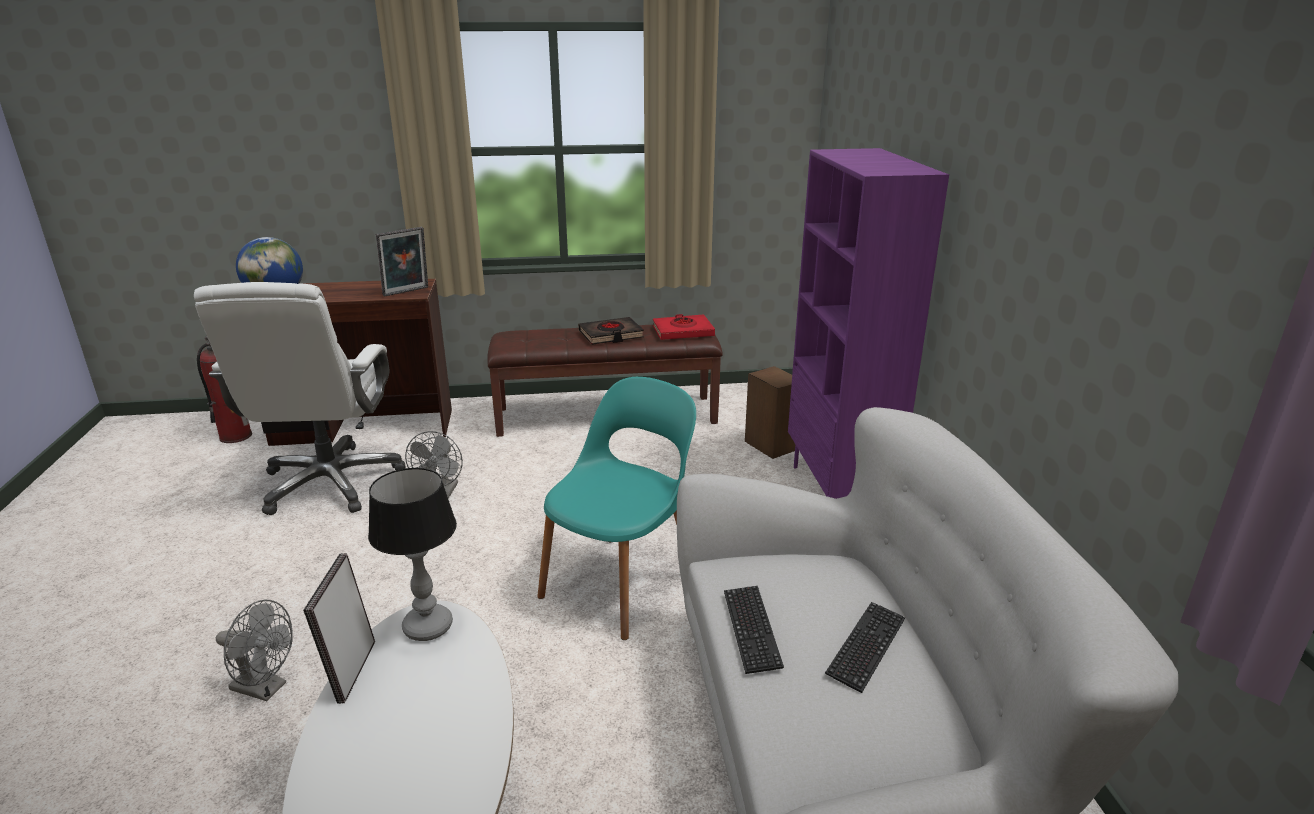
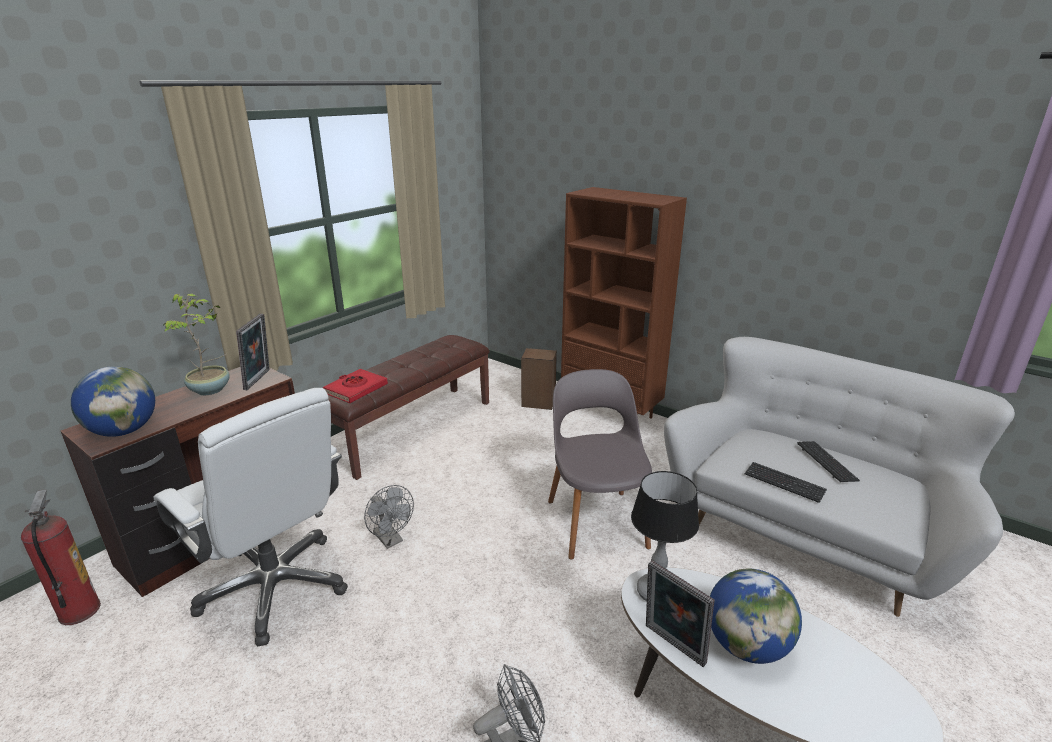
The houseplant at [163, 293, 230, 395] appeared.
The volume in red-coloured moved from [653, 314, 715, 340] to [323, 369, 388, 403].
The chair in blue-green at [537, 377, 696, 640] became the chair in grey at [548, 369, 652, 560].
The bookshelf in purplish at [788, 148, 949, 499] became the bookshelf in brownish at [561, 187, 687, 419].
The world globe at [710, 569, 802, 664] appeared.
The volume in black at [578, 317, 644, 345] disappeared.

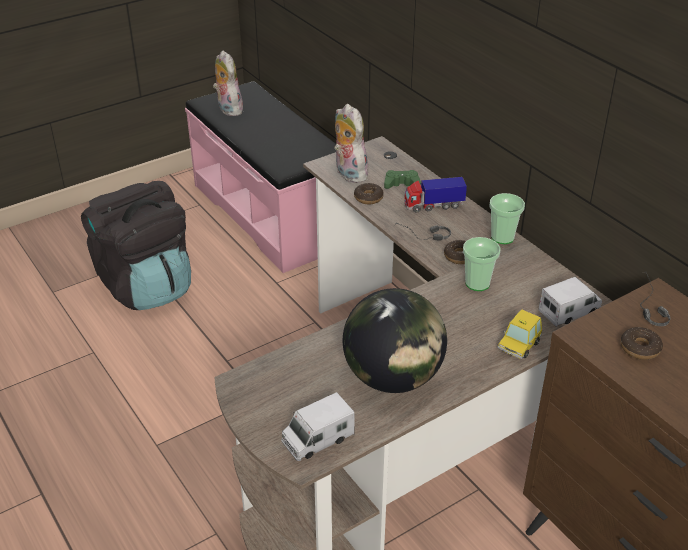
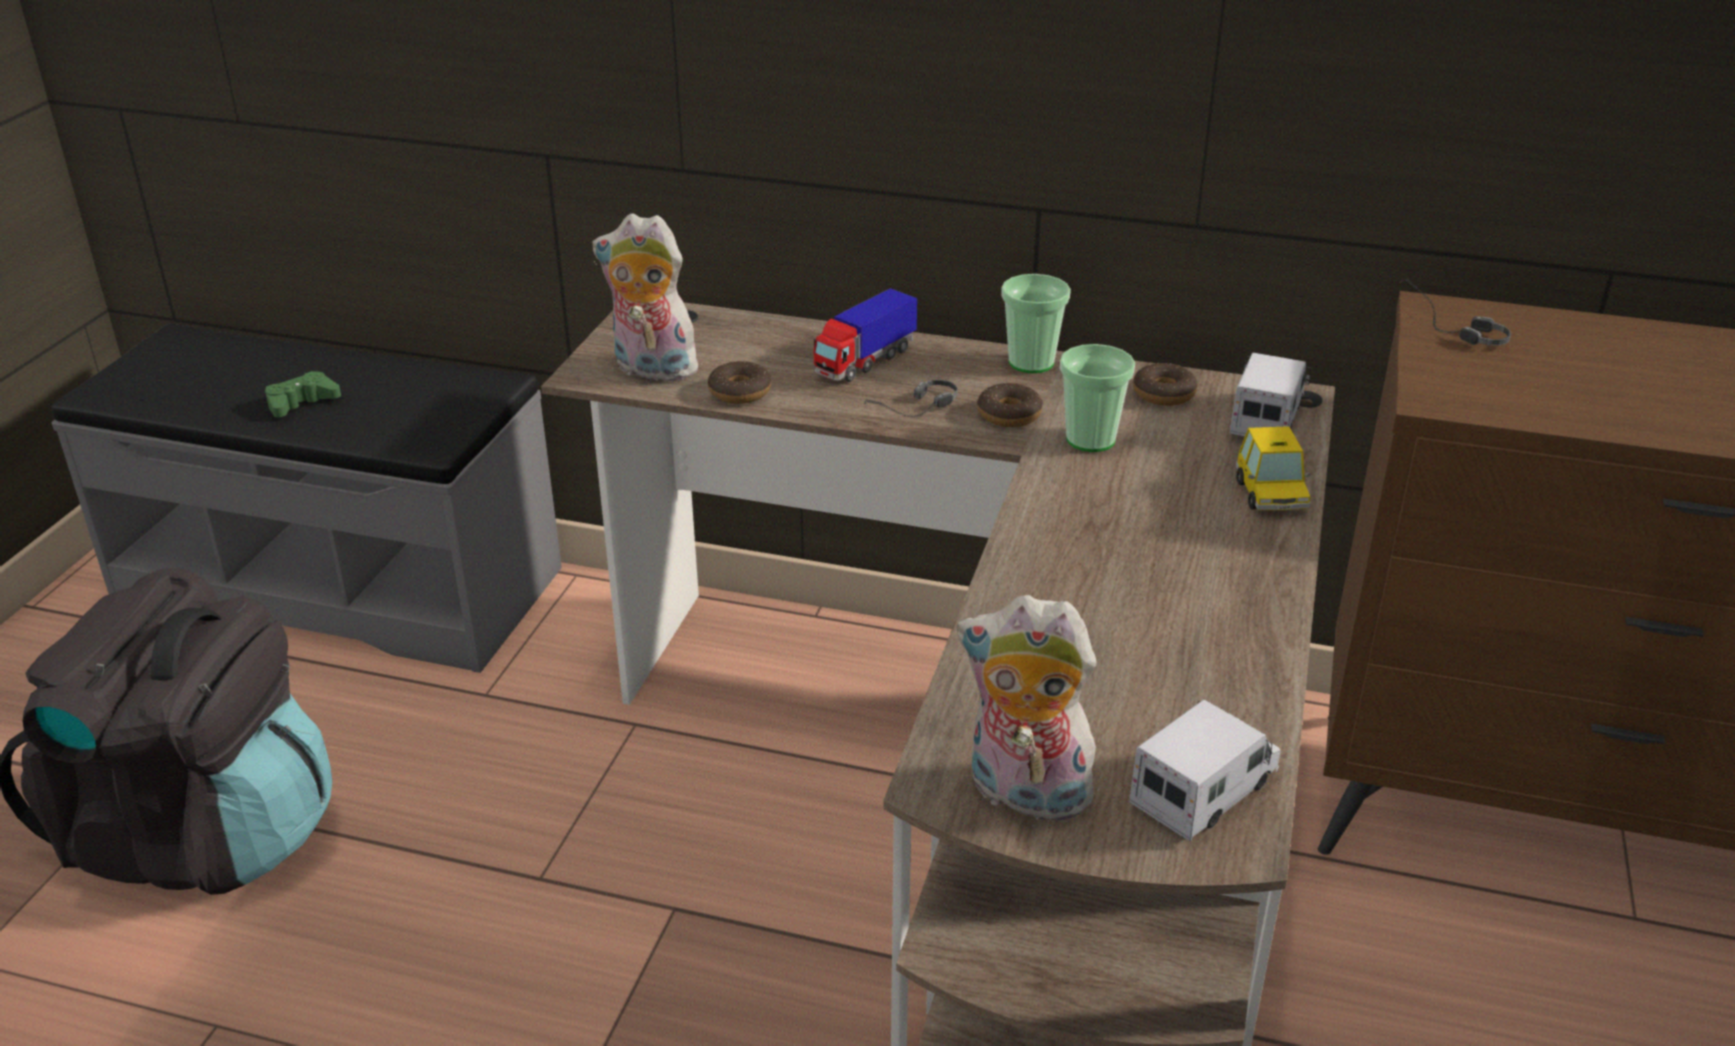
The indoor bench in pinkish at [185, 81, 336, 273] became the indoor bench in grey at [51, 323, 562, 673].
The game controller in green moved from [384, 170, 421, 189] to [265, 371, 341, 417].
The soft toy moved from [213, 50, 243, 116] to [957, 595, 1101, 826].
The toy lorry at [281, 392, 355, 461] turned 150 degrees counterclockwise.
The donut moved from [621, 327, 663, 360] to [1133, 363, 1198, 406].
The world globe at [343, 288, 447, 393] disappeared.

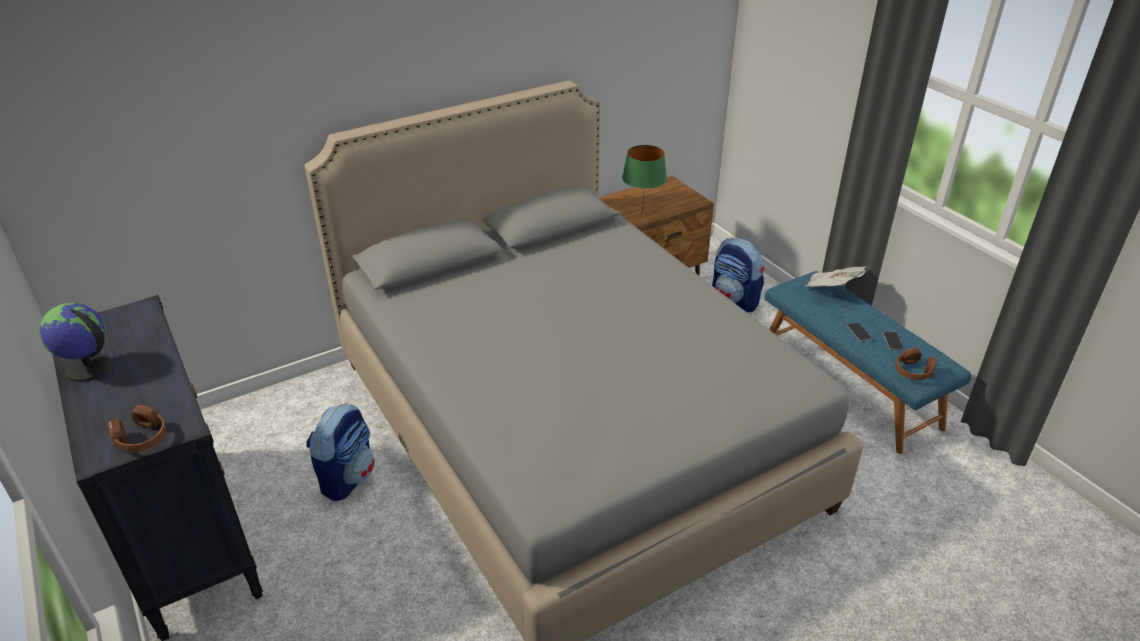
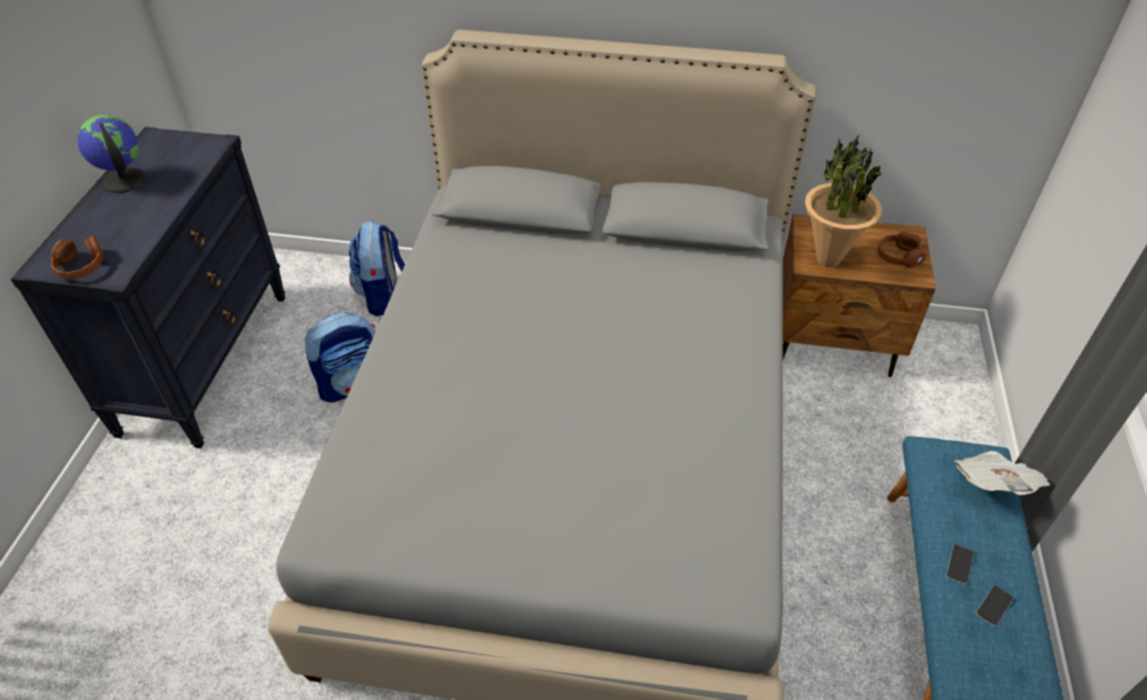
The knapsack moved from [712, 238, 765, 312] to [349, 220, 405, 316].
The lamp for a table in green at [622, 145, 667, 214] was replaced by the houseplant at [805, 134, 882, 267].
The headset in brownish moved from [895, 348, 937, 380] to [877, 232, 927, 268].

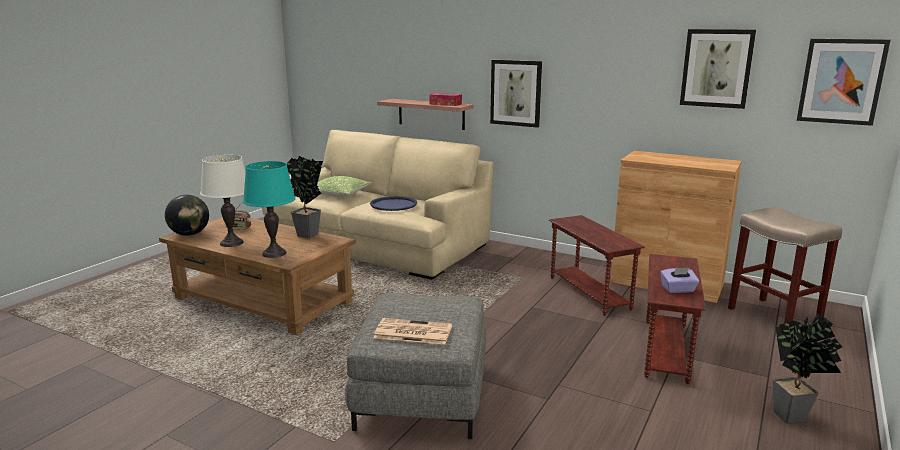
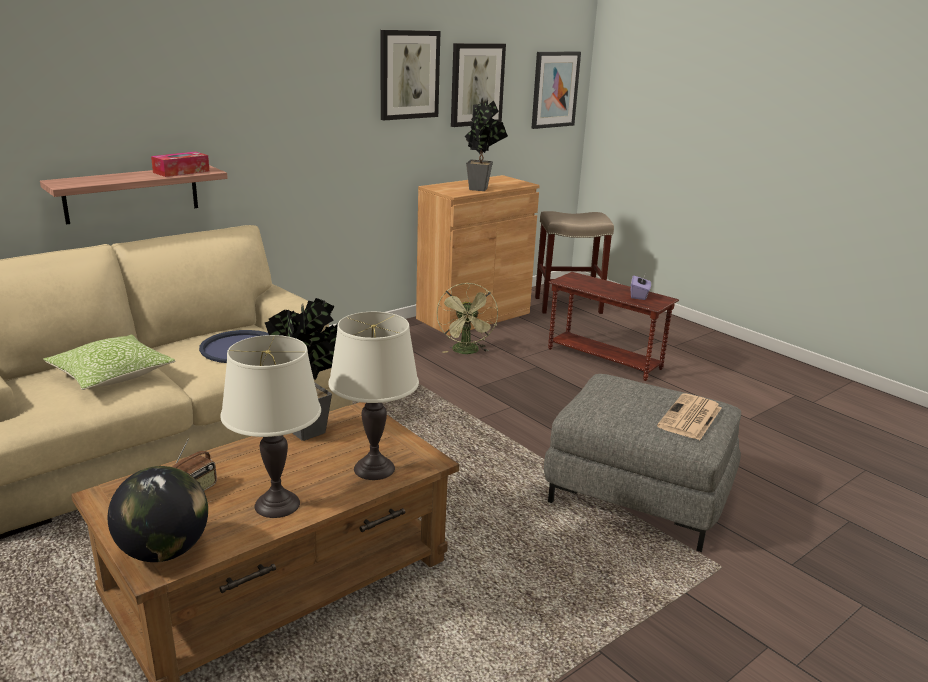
The lamp for a table in blue-green at [243, 161, 296, 258] became the lamp for a table in white at [328, 312, 419, 480].
The wall art moved from [490, 60, 542, 128] to [381, 30, 440, 120].
The end table in brownish at [549, 215, 645, 316] was replaced by the cooling fan in green at [436, 283, 498, 354].
The houseplant moved from [773, 314, 842, 424] to [464, 100, 508, 191].

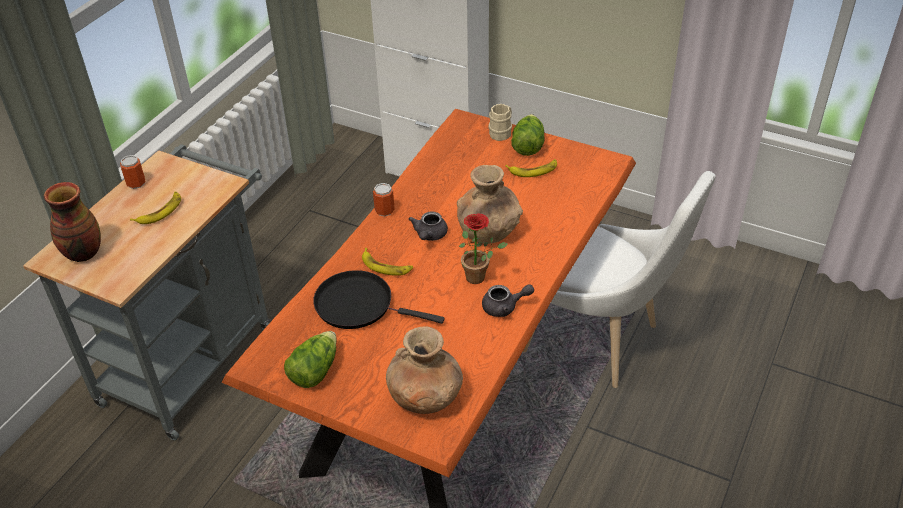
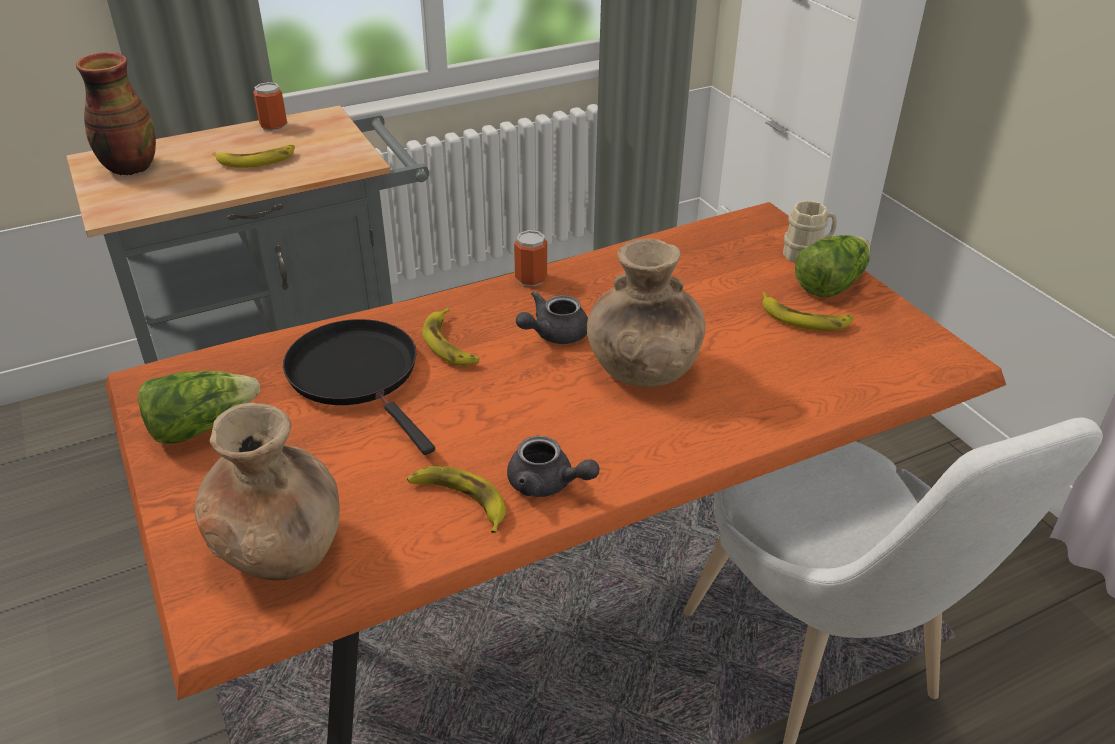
The banana at [407, 465, 506, 533] appeared.
The houseplant at [459, 213, 508, 284] disappeared.

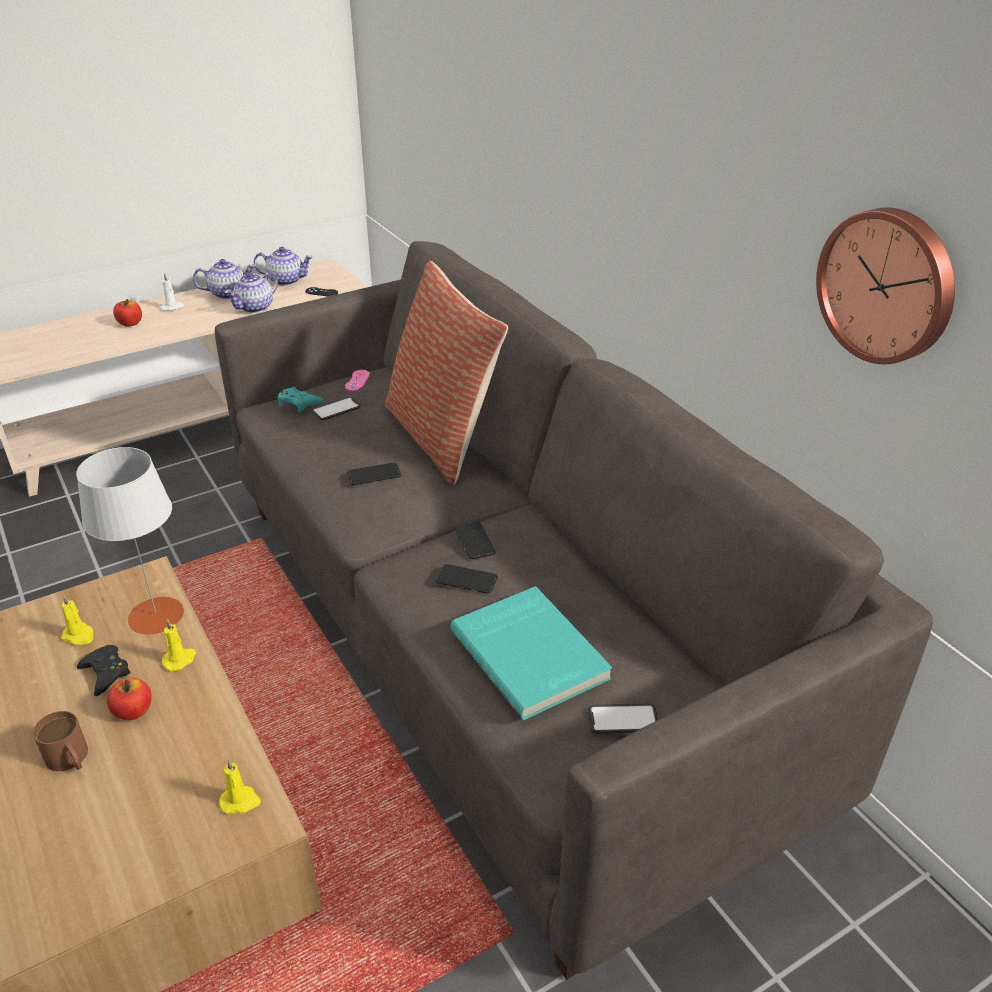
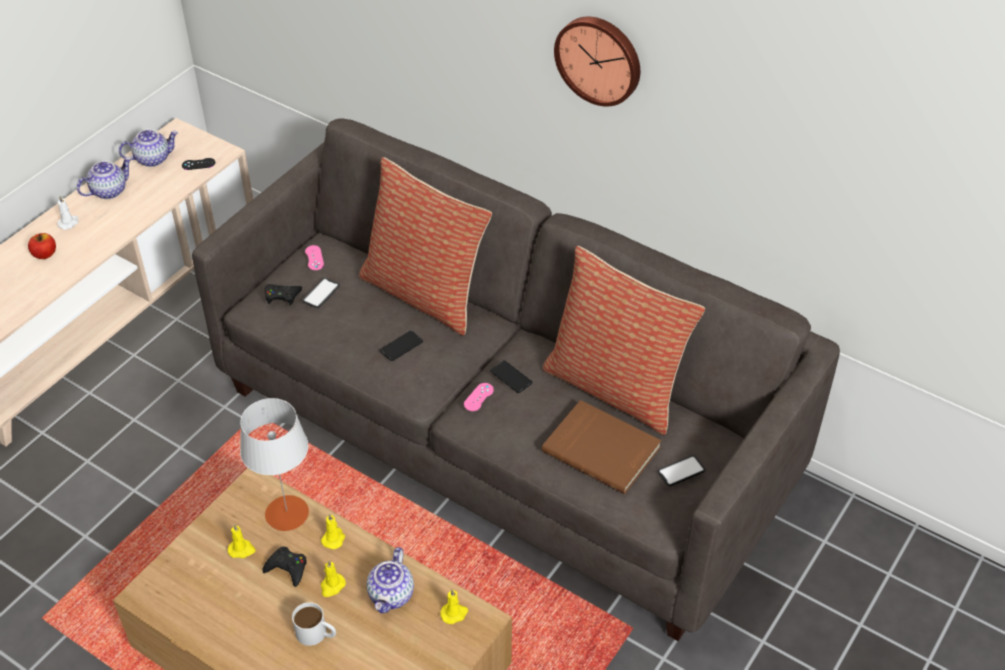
The game controller in blue-green at [278, 387, 324, 412] became the game controller in black at [265, 284, 302, 305].
The mug in brownish at [33, 711, 88, 771] became the mug in white at [292, 602, 336, 646].
The apple at [107, 678, 152, 720] was replaced by the wax light in yellowish at [321, 560, 346, 597].
The tea pot moved from [225, 271, 278, 313] to [367, 547, 414, 614].
The game controller in pinkish at [464, 383, 494, 411] appeared.
The pillow at [542, 246, 705, 435] appeared.
The volume in blue-green at [450, 586, 612, 720] became the volume in brownish at [542, 400, 661, 494].
The hanging clock moved from [816, 208, 955, 364] to [554, 17, 640, 107].
The phone at [435, 564, 498, 594] disappeared.

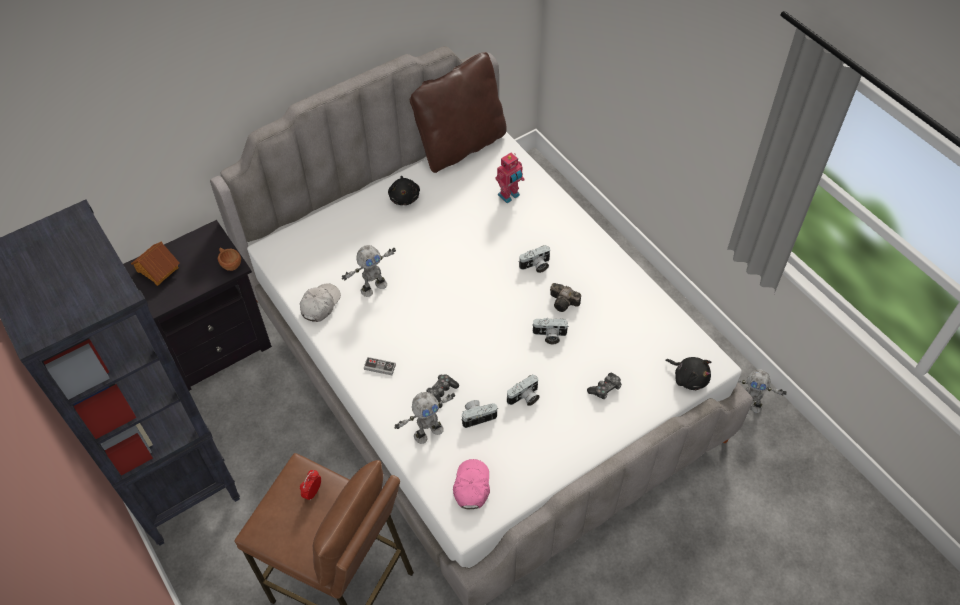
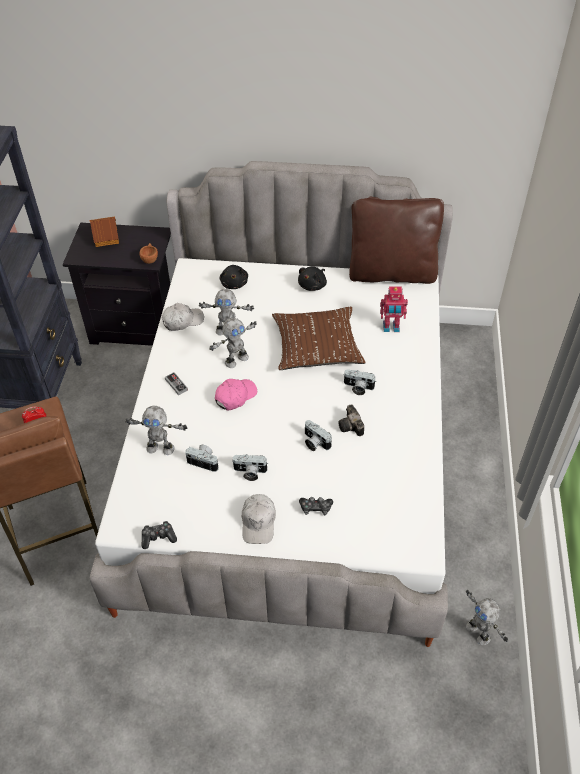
The game controller moved from [426, 374, 459, 408] to [142, 521, 177, 549].
The robot figure at [209, 318, 257, 368] appeared.
The cap in pinkish moved from [453, 459, 490, 509] to [215, 379, 257, 410].
The soft toy in black moved from [665, 357, 711, 390] to [219, 265, 248, 289].
The cap in white at [242, 494, 276, 544] appeared.
The pillow in brownish at [272, 307, 366, 370] appeared.

